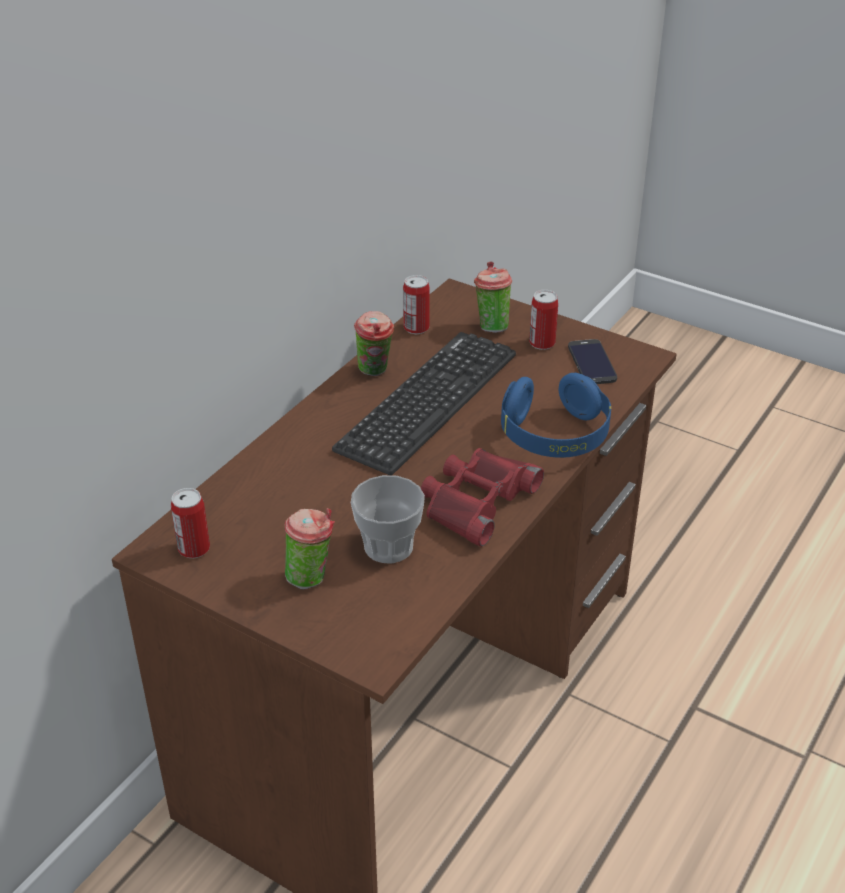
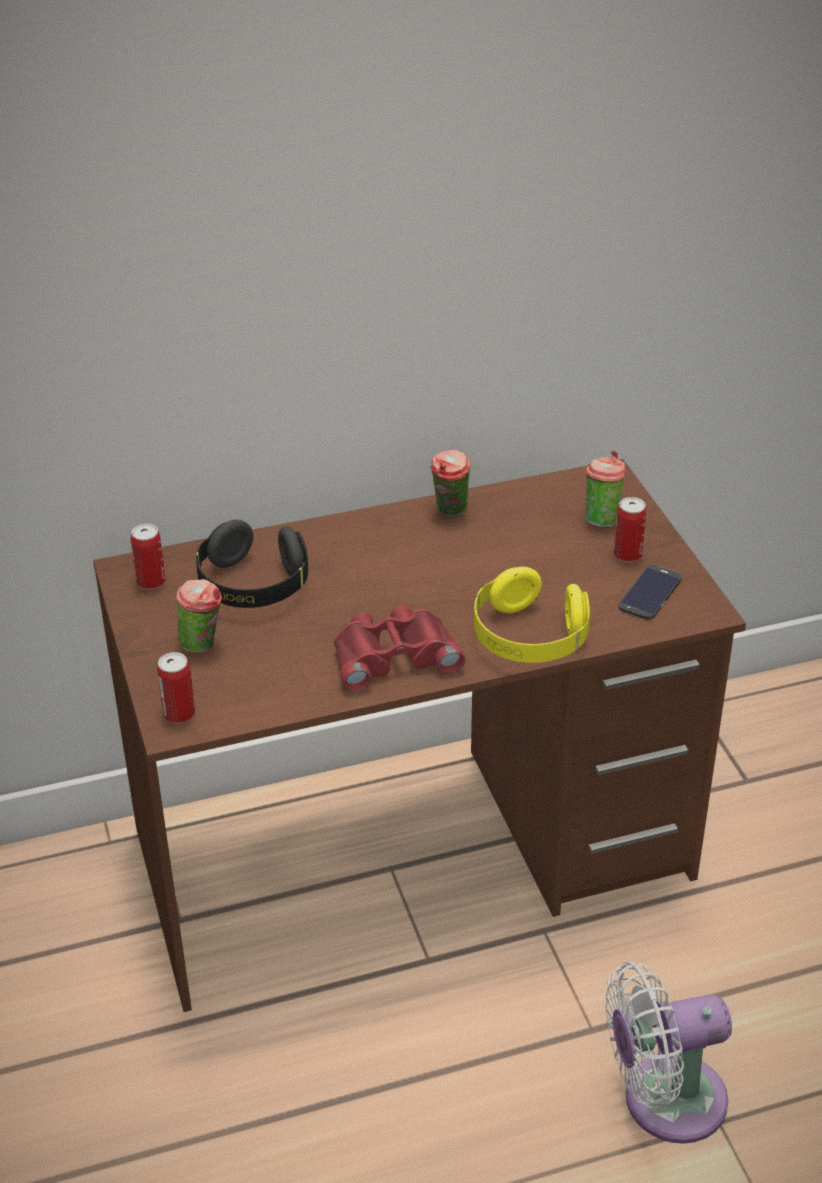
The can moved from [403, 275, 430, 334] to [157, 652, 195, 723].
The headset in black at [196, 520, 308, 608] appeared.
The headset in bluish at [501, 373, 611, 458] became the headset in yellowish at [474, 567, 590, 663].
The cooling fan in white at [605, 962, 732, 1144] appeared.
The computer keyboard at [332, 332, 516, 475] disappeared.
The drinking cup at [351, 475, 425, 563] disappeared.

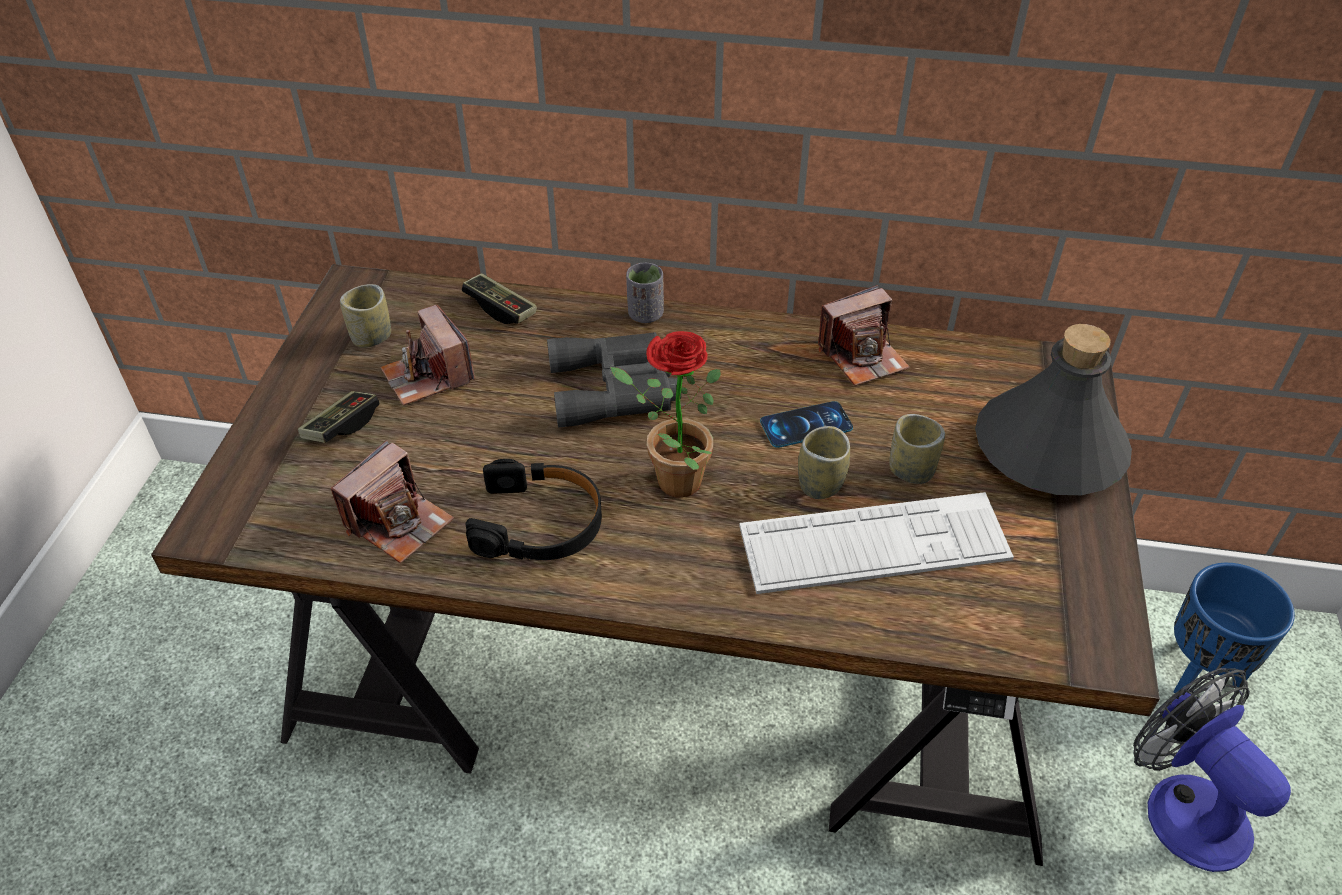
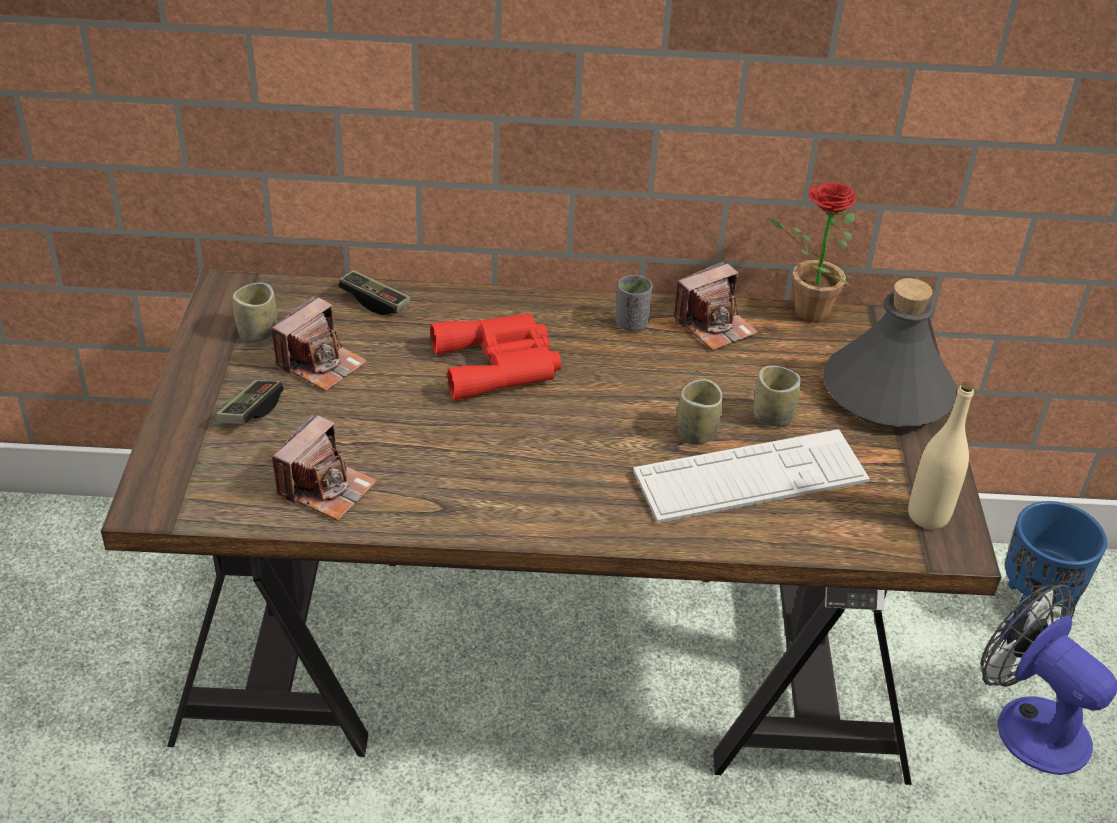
The still camera at [381, 305, 475, 406] turned 105 degrees counterclockwise.
The pair of binoculars in grey at [547, 332, 681, 428] became the pair of binoculars in red-coloured at [430, 313, 561, 400].
The drinking cup in grey moved from [626, 263, 664, 323] to [616, 275, 653, 332].
The houseplant moved from [610, 331, 721, 497] to [767, 182, 856, 323].
The bottle in beige-coloured at [908, 382, 974, 529] appeared.
The headset in black at [466, 459, 602, 560] disappeared.
The phone at [760, 401, 853, 448] disappeared.

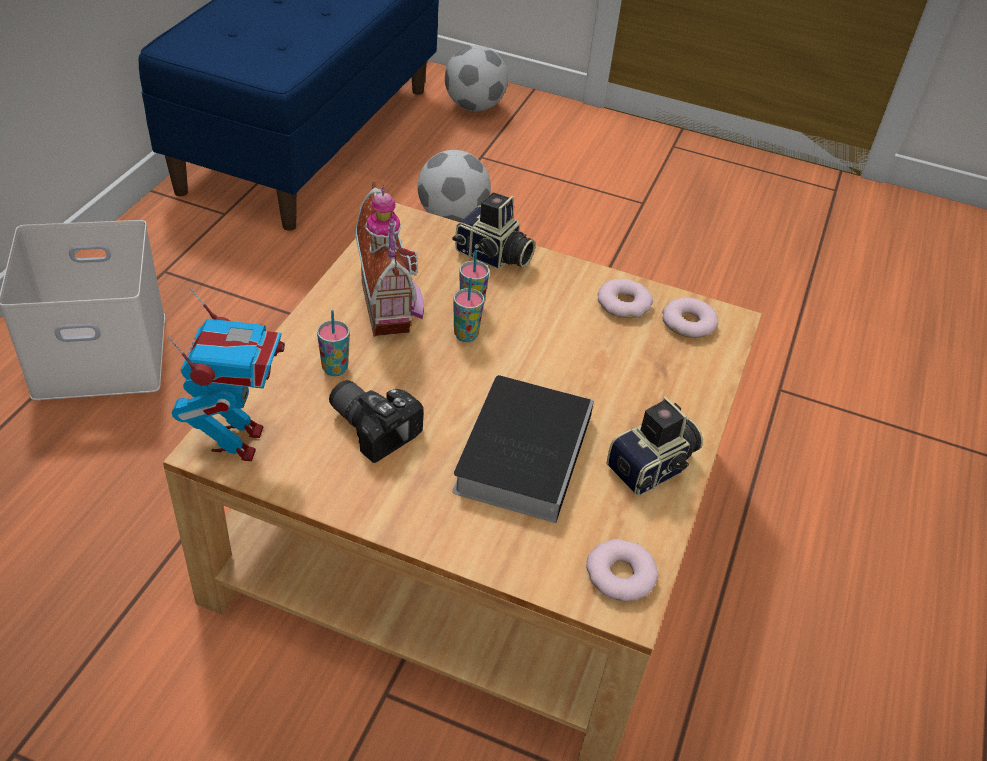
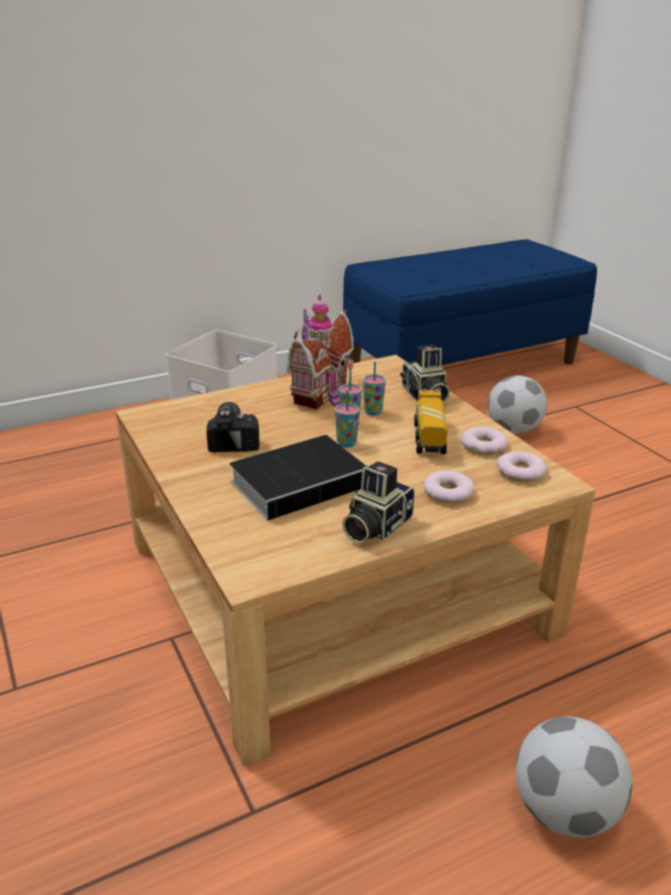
The drinking cup moved from [317, 310, 350, 376] to [335, 390, 360, 448].
The still camera at [606, 396, 703, 495] turned 120 degrees clockwise.
The toy lorry at [414, 389, 448, 454] appeared.
The donut moved from [586, 539, 658, 601] to [423, 471, 475, 503].
The football moved from [445, 45, 508, 111] to [515, 716, 632, 838].
The robot figure at [168, 288, 285, 461] disappeared.

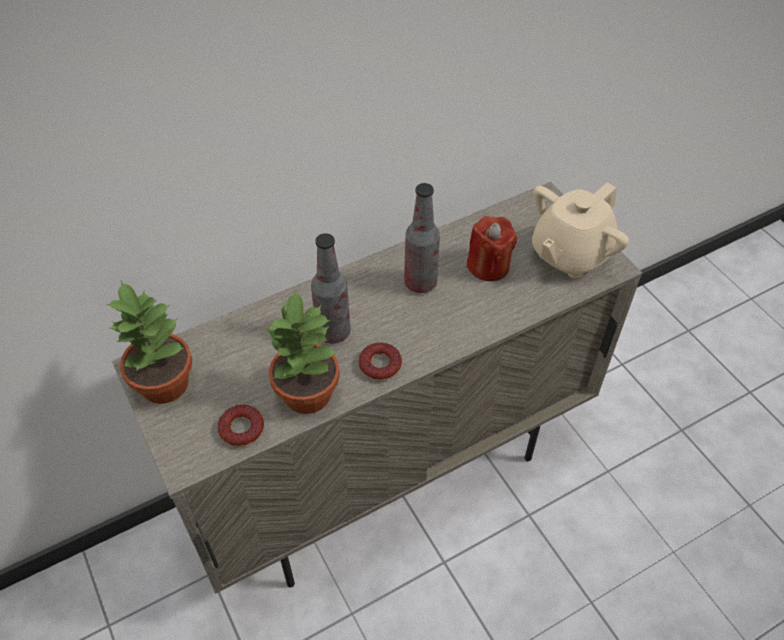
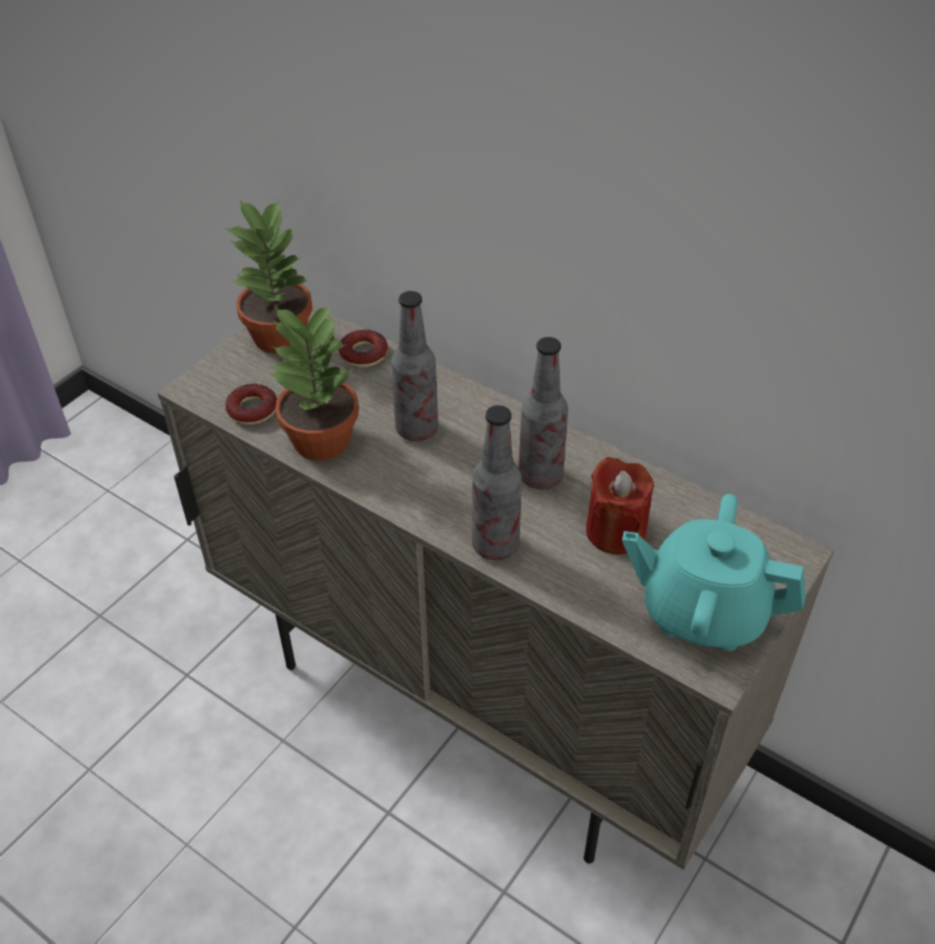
The donut moved from [359, 342, 402, 381] to [339, 330, 388, 367].
The bottle at [472, 405, 522, 560] appeared.
The tea pot in beige-coloured at [532, 182, 629, 278] became the tea pot in blue-green at [622, 494, 806, 651].

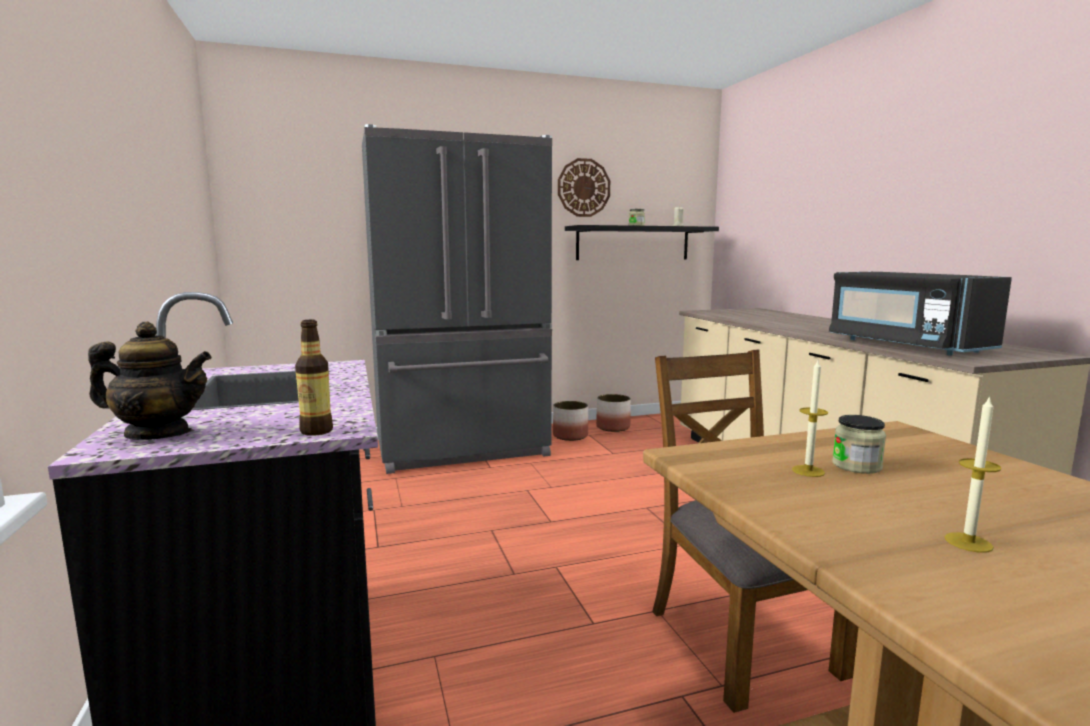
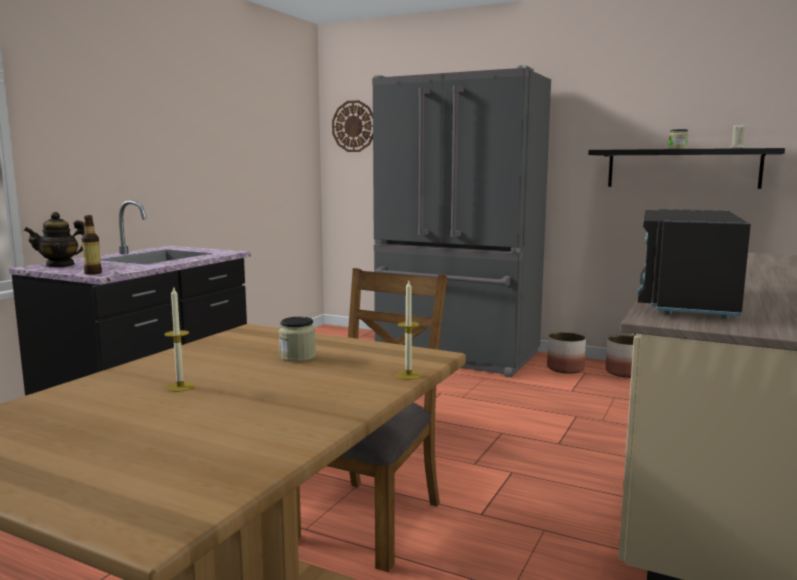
The tea pot at [88, 322, 212, 440] turned 105 degrees clockwise.
The hanging clock moved from [558, 158, 610, 217] to [332, 100, 373, 152].
The wax light moved from [792, 360, 828, 477] to [396, 281, 421, 380].

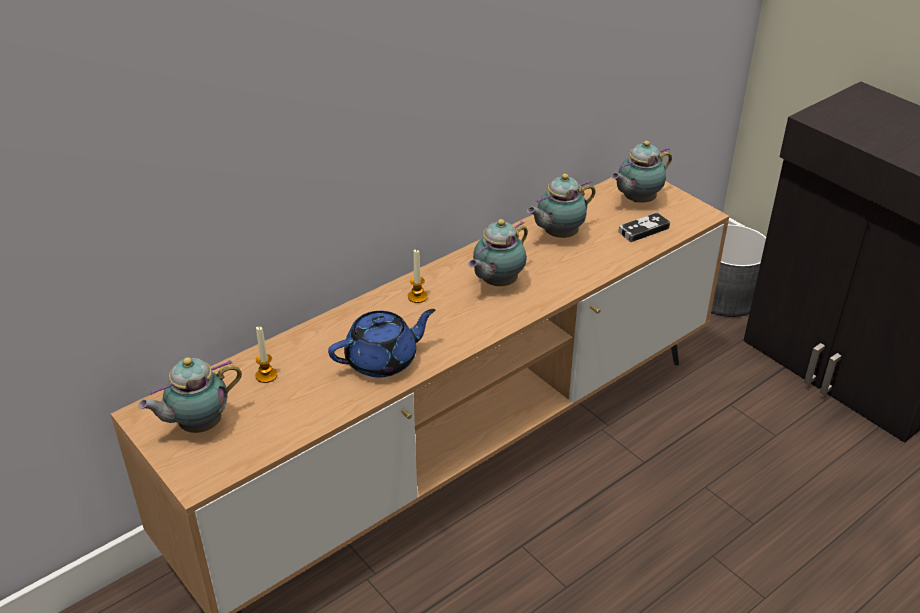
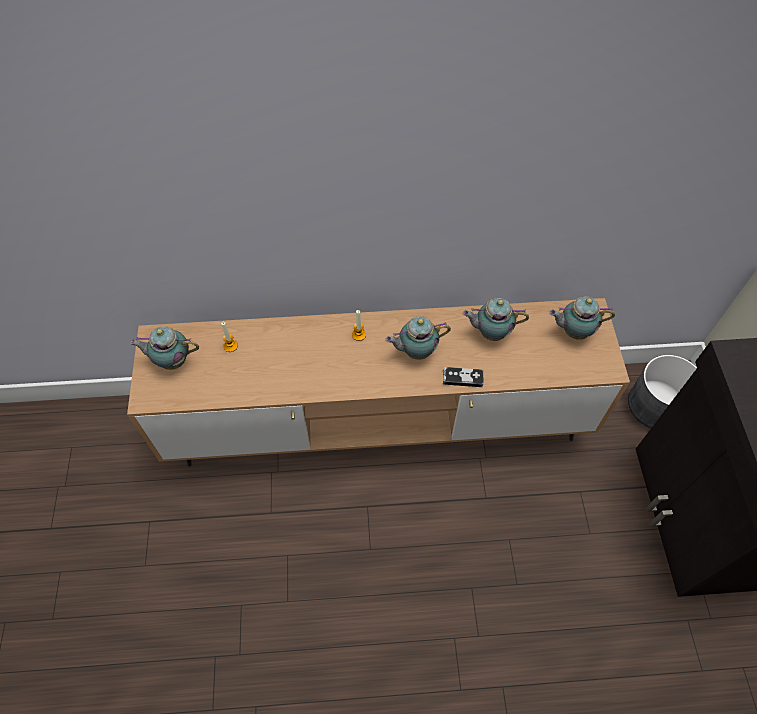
The game controller moved from [619, 212, 670, 242] to [443, 367, 484, 387].
The tea pot in bluish at [328, 309, 435, 378] disappeared.

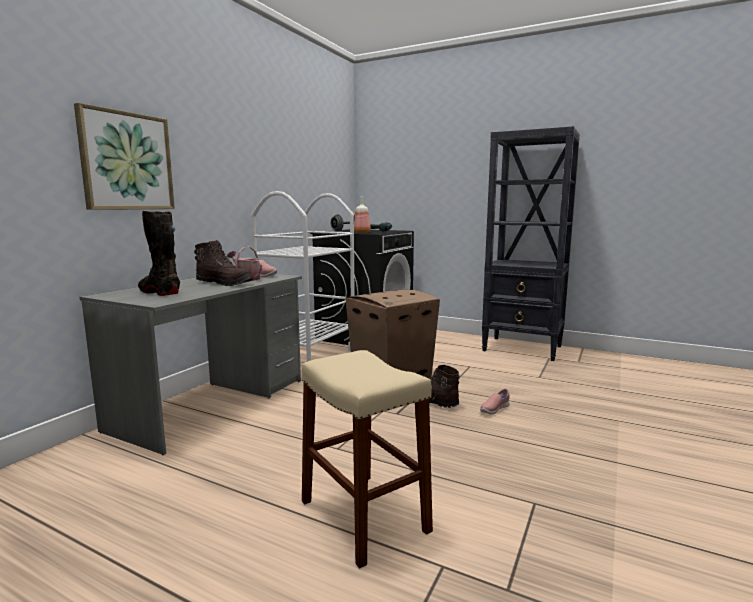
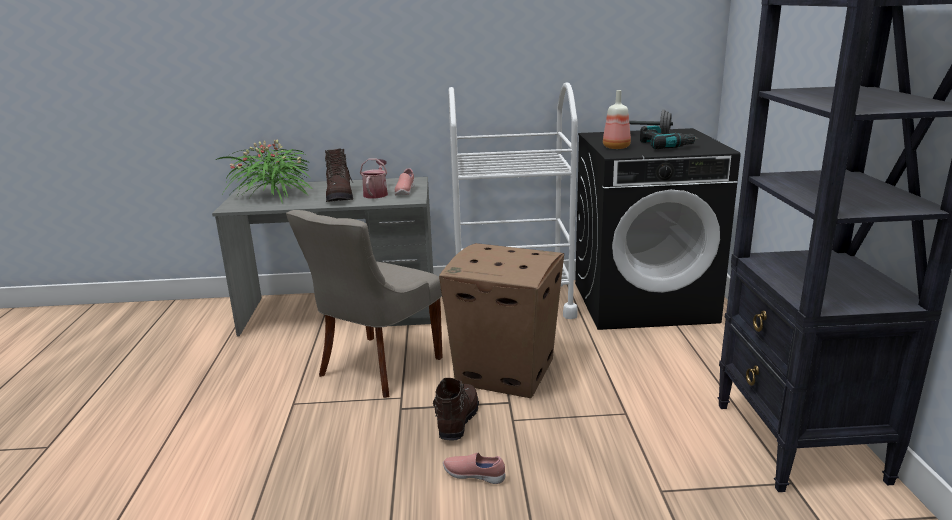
The high-top boot in black at [138, 211, 180, 296] was replaced by the houseplant at [216, 139, 311, 204].
The chair in grey at [286, 210, 442, 398] appeared.
The wall art at [74, 103, 175, 210] disappeared.
The stool in beige-coloured at [301, 350, 433, 569] disappeared.

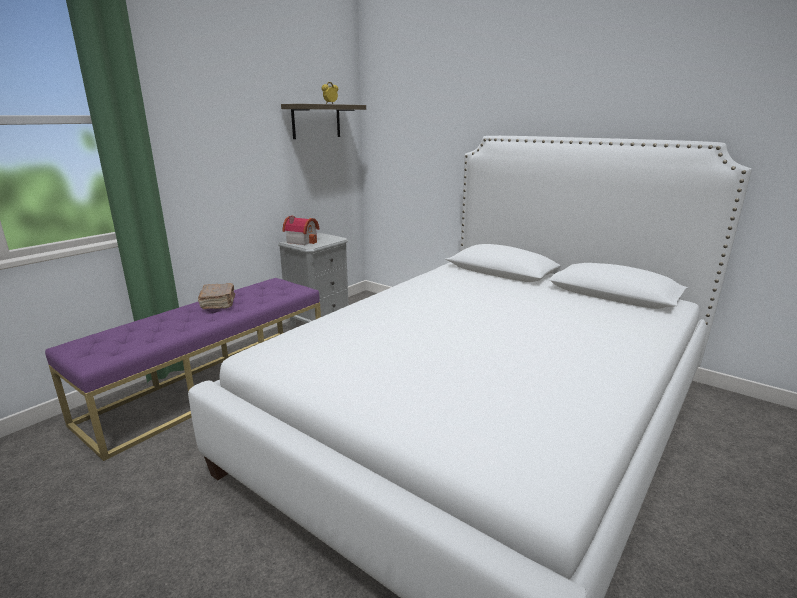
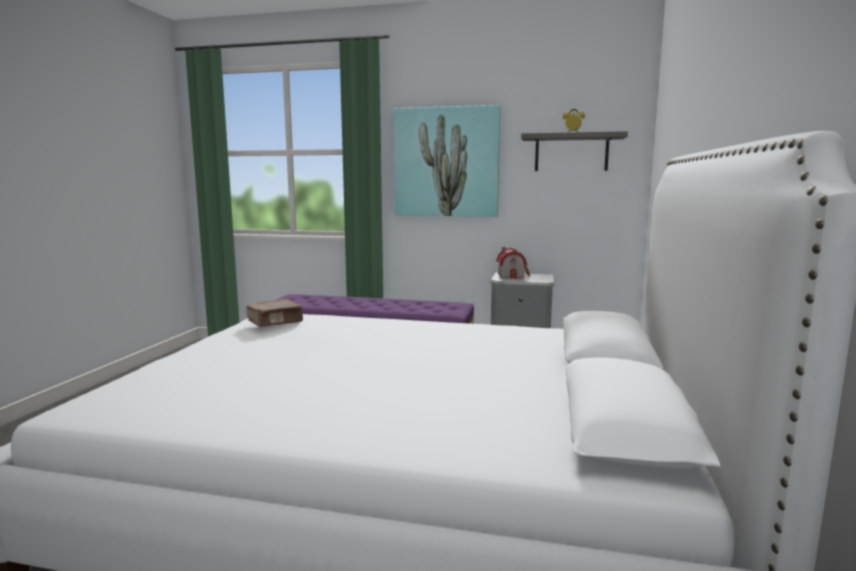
The volume in brownish moved from [198, 283, 235, 309] to [246, 299, 303, 327].
The wall art at [393, 105, 501, 217] appeared.

